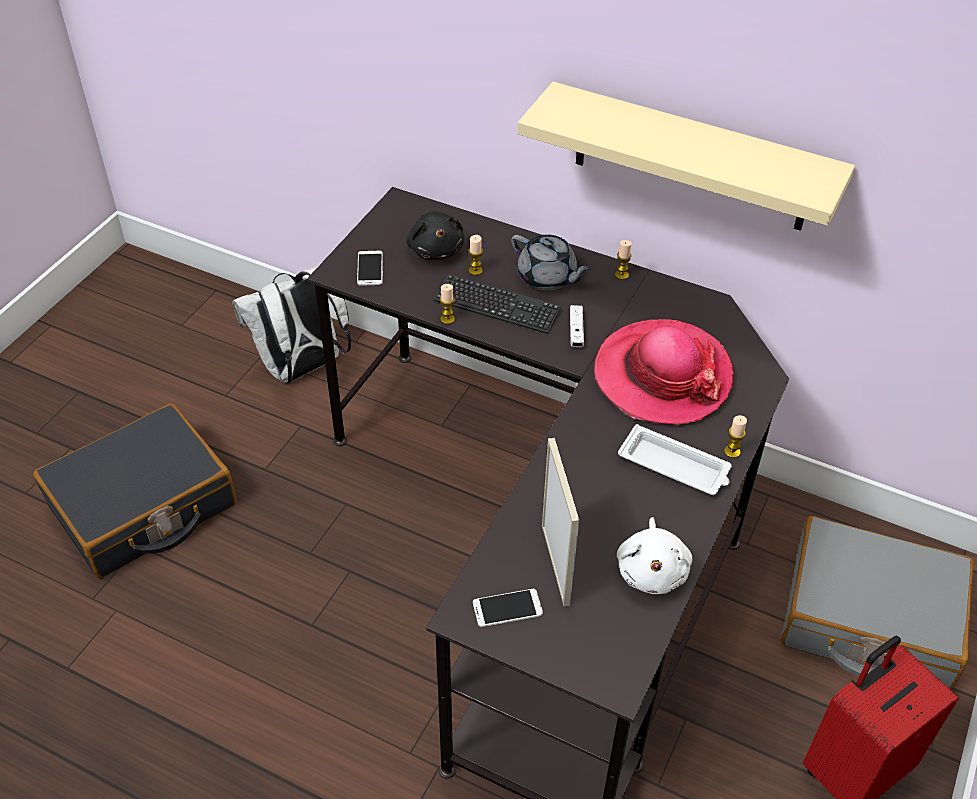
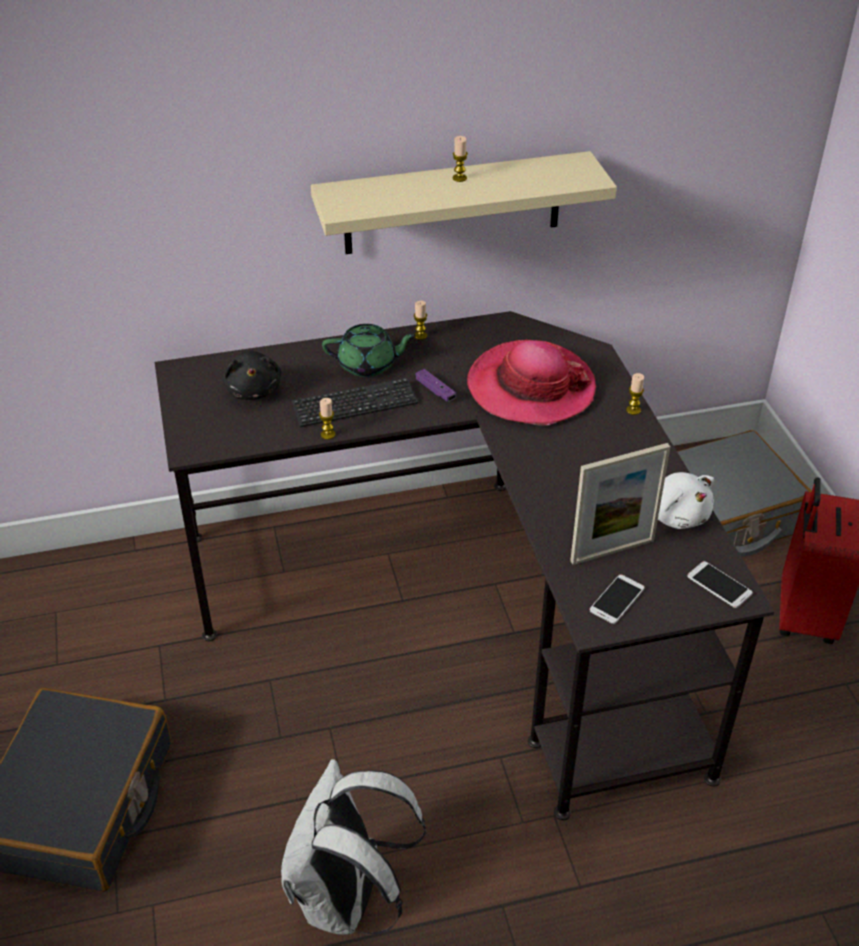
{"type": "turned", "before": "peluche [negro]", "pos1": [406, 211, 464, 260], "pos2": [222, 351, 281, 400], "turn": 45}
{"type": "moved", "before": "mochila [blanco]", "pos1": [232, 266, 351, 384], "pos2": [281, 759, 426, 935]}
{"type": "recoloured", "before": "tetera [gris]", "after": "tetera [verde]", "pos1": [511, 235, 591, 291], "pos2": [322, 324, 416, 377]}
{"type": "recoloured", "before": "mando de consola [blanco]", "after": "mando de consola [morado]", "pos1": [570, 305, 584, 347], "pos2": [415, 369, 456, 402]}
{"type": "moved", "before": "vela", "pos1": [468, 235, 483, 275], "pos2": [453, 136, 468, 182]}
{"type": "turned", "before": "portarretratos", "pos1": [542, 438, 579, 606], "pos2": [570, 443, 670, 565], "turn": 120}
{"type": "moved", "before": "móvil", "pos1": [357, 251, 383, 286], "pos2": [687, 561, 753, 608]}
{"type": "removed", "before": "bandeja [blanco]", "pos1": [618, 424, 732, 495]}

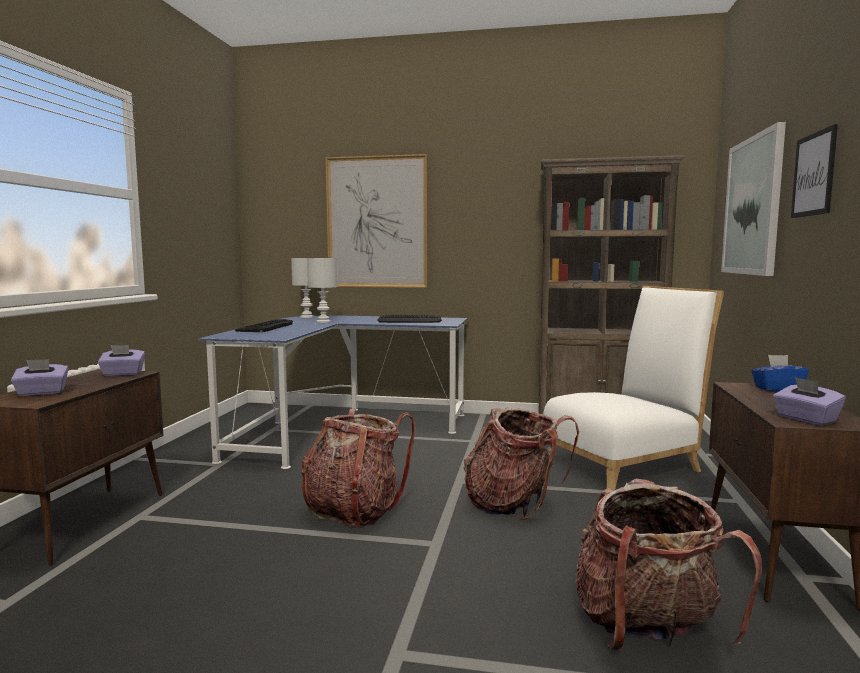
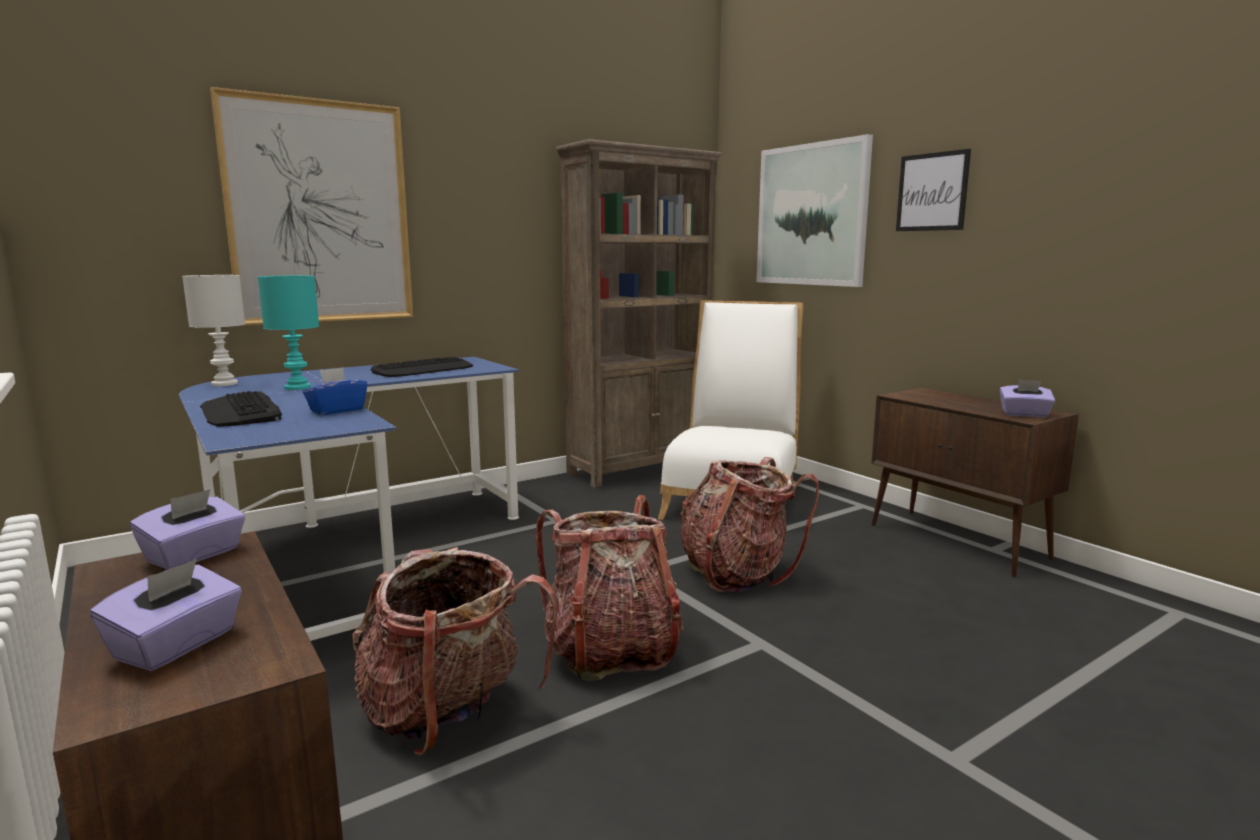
{"type": "recoloured", "before": "lámpara de mesa [blanco]", "after": "lámpara de mesa [turquesa]", "pos1": [307, 258, 337, 323], "pos2": [258, 275, 319, 390]}
{"type": "moved", "before": "caja de pañuelos [azul]", "pos1": [751, 355, 809, 391], "pos2": [303, 367, 368, 415]}
{"type": "moved", "before": "mochila", "pos1": [575, 479, 762, 650], "pos2": [352, 547, 558, 755]}

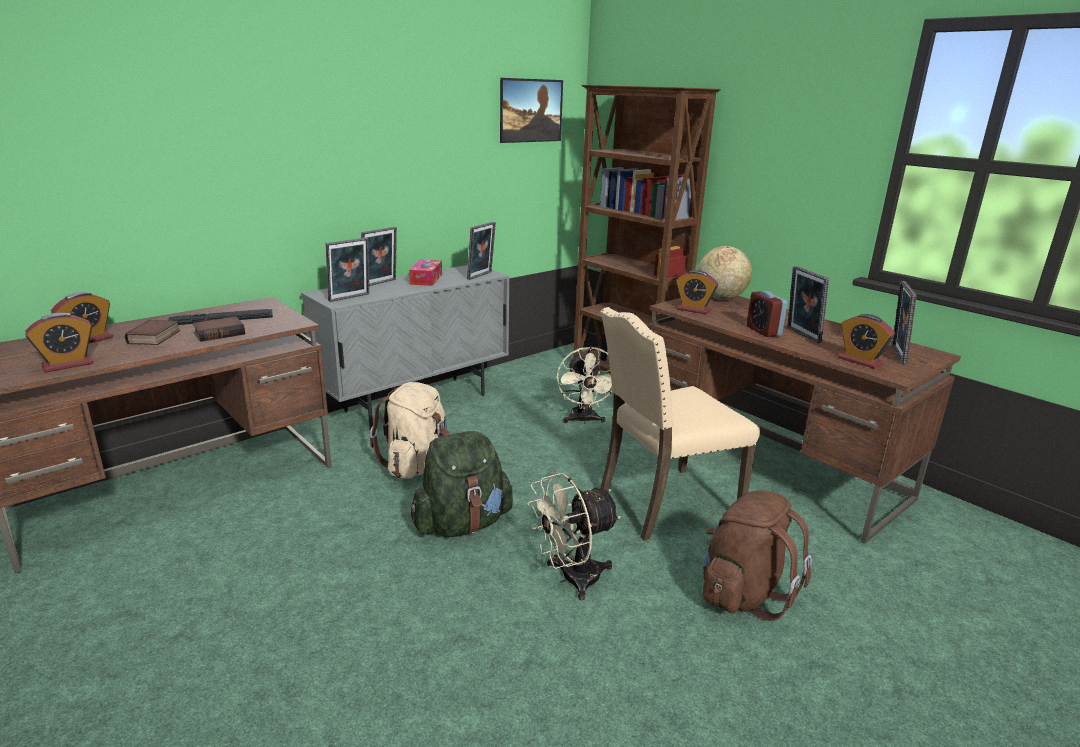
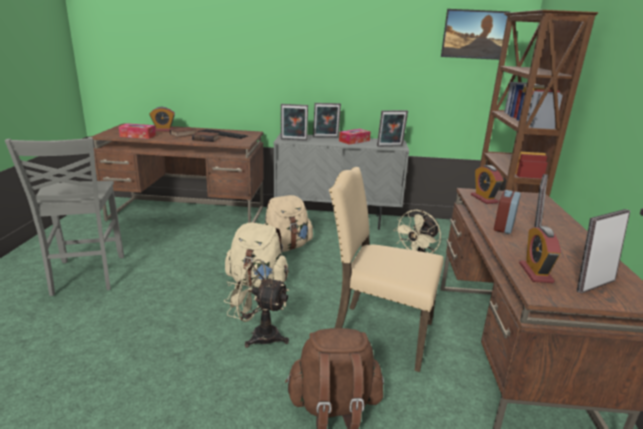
{"type": "added", "after": "silla [gris]", "pos2": [5, 137, 124, 296]}
{"type": "replaced", "before": "despertador", "after": "caja de pañuelos", "pos1": [25, 313, 94, 372], "pos2": [119, 123, 156, 139]}
{"type": "recoloured", "before": "mochila [verde]", "after": "mochila [beis]", "pos1": [411, 431, 513, 537], "pos2": [225, 223, 289, 288]}
{"type": "removed", "before": "globo terráqueo", "pos1": [698, 246, 752, 300]}

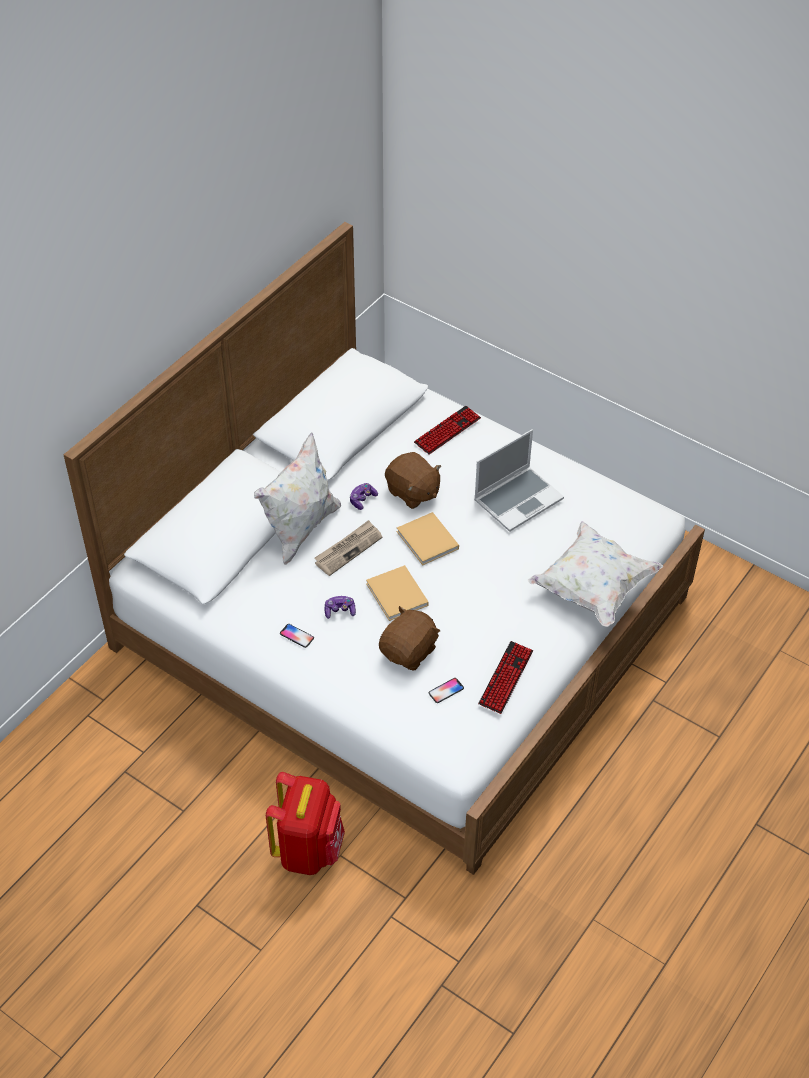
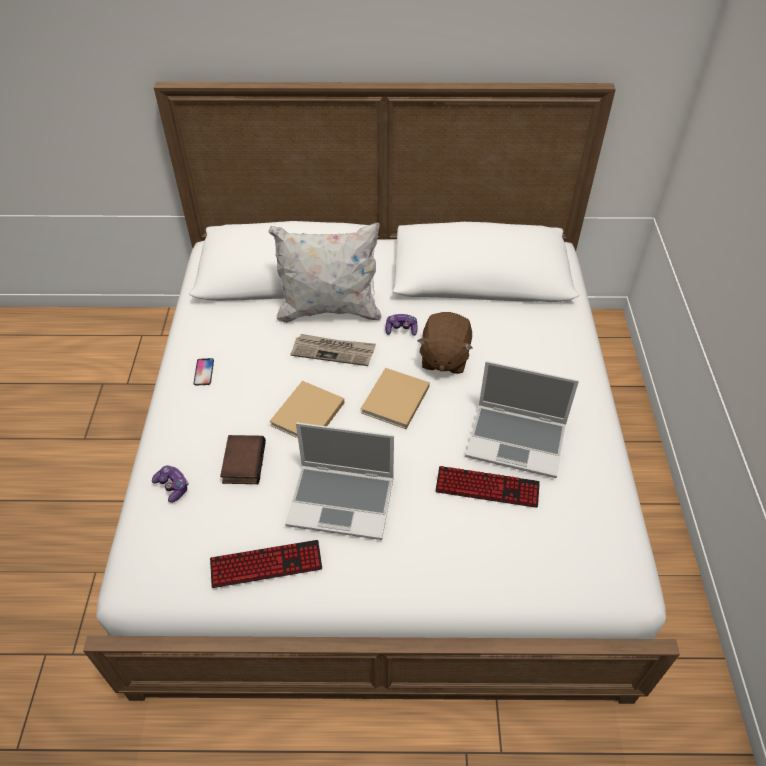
{"type": "moved", "before": "mando de consola", "pos1": [324, 596, 356, 619], "pos2": [152, 465, 189, 503]}
{"type": "replaced", "before": "peluche [marrón]", "after": "libro", "pos1": [379, 606, 440, 671], "pos2": [220, 435, 266, 484]}
{"type": "added", "after": "portátil", "pos2": [285, 422, 394, 540]}
{"type": "moved", "before": "teclado", "pos1": [414, 406, 481, 455], "pos2": [435, 466, 540, 508]}
{"type": "removed", "before": "mochila [rojo]", "pos1": [266, 772, 345, 875]}
{"type": "removed", "before": "móvil", "pos1": [429, 678, 464, 703]}
{"type": "removed", "before": "cojín [blanco]", "pos1": [528, 521, 663, 627]}

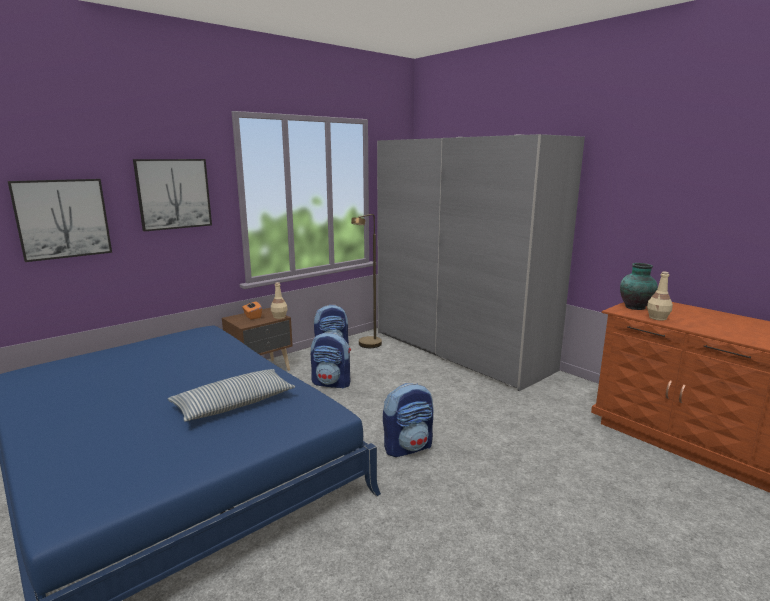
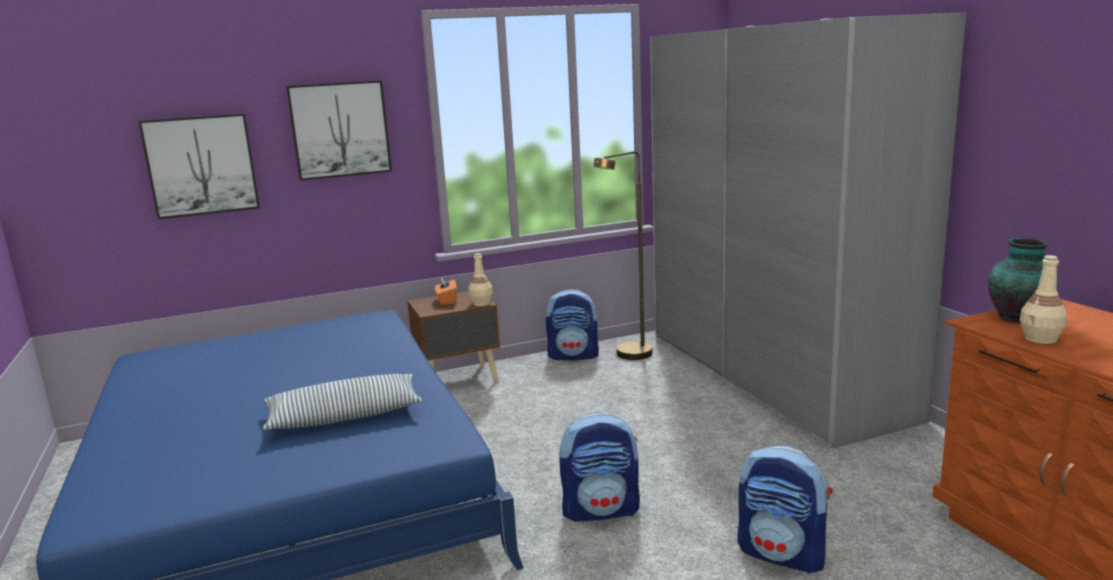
{"type": "moved", "before": "mochila", "pos1": [311, 332, 351, 388], "pos2": [738, 446, 832, 574]}

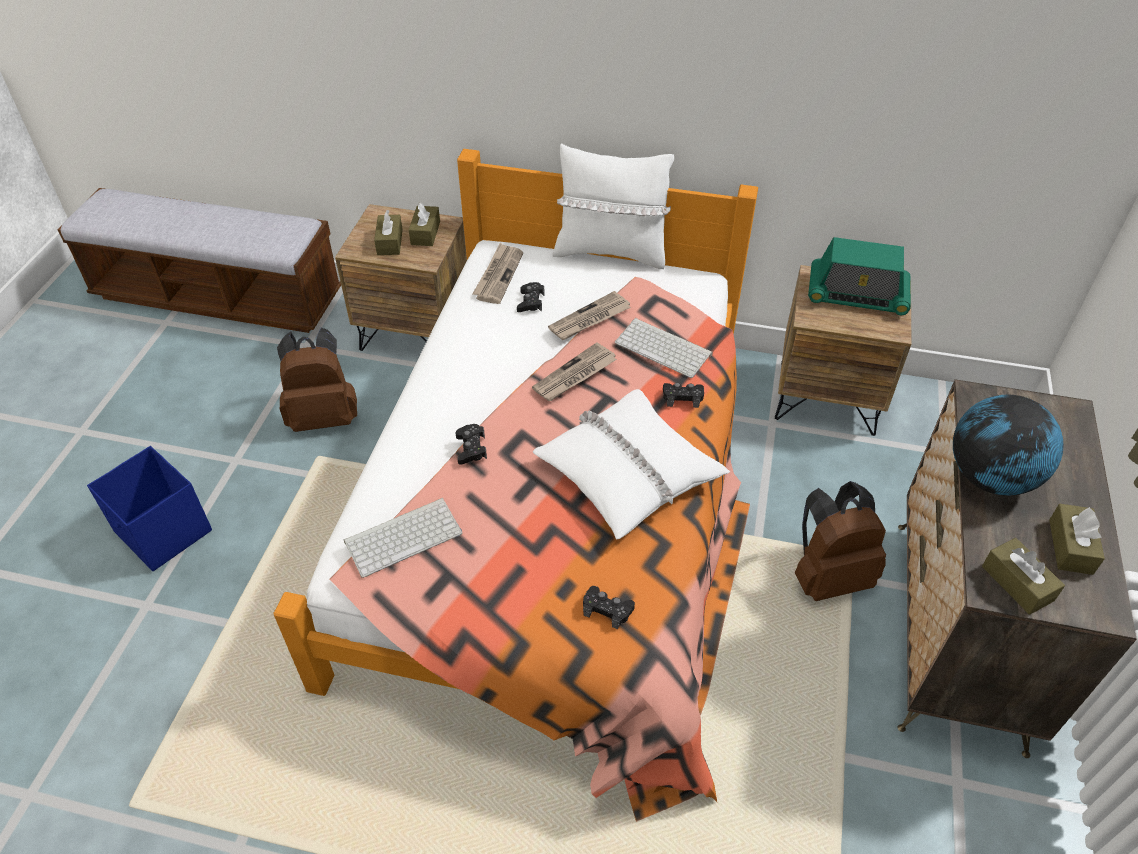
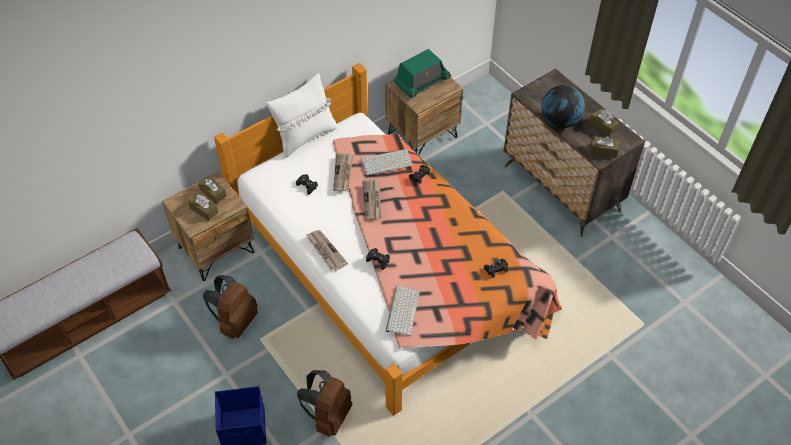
{"type": "moved", "before": "mochila [marrón]", "pos1": [795, 481, 886, 601], "pos2": [297, 370, 352, 437]}
{"type": "moved", "before": "periódico", "pos1": [472, 243, 523, 304], "pos2": [306, 230, 348, 271]}
{"type": "removed", "before": "cojín [blanco]", "pos1": [533, 389, 730, 539]}

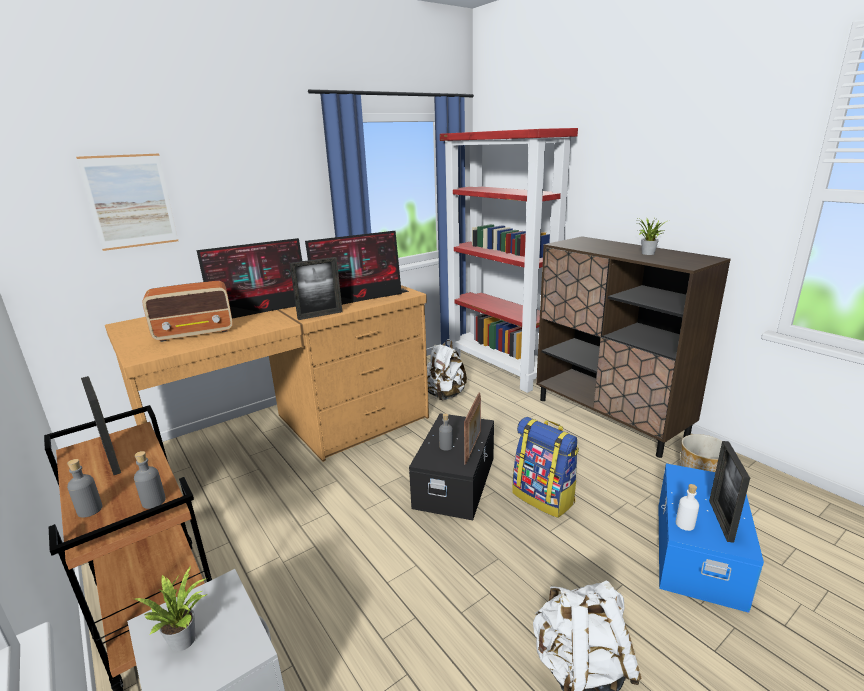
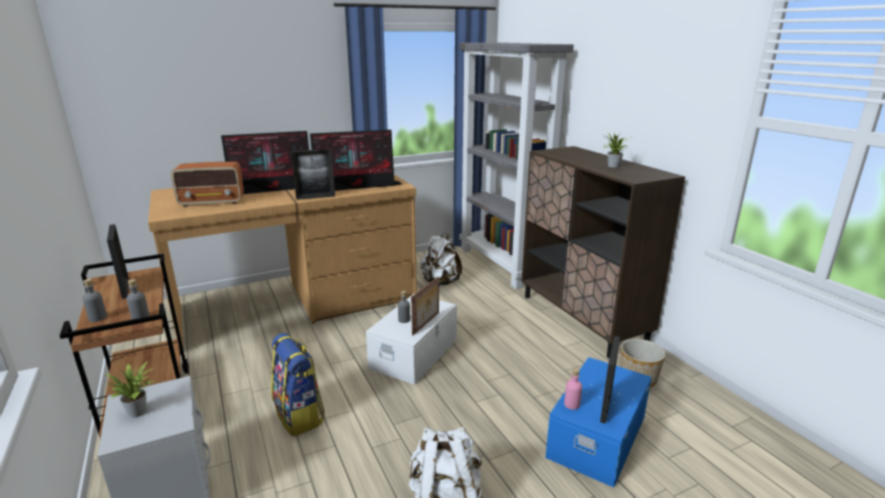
{"type": "moved", "before": "mochila", "pos1": [512, 417, 579, 518], "pos2": [271, 333, 325, 436]}
{"type": "recoloured", "before": "caja de almacenaje [negro]", "after": "caja de almacenaje [blanco]", "pos1": [409, 413, 494, 520], "pos2": [366, 294, 457, 385]}
{"type": "recoloured", "before": "estantería [rojo]", "after": "estantería [gris]", "pos1": [440, 128, 578, 393], "pos2": [459, 43, 574, 289]}
{"type": "recoloured", "before": "botella [blanco]", "after": "botella [rosa]", "pos1": [676, 484, 699, 531], "pos2": [564, 368, 582, 410]}
{"type": "removed", "before": "cuadro", "pos1": [76, 154, 178, 251]}

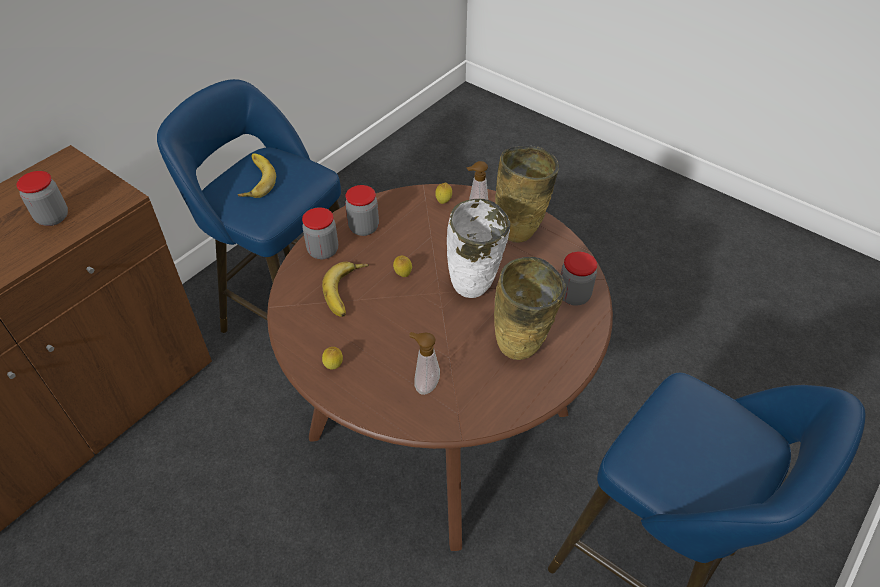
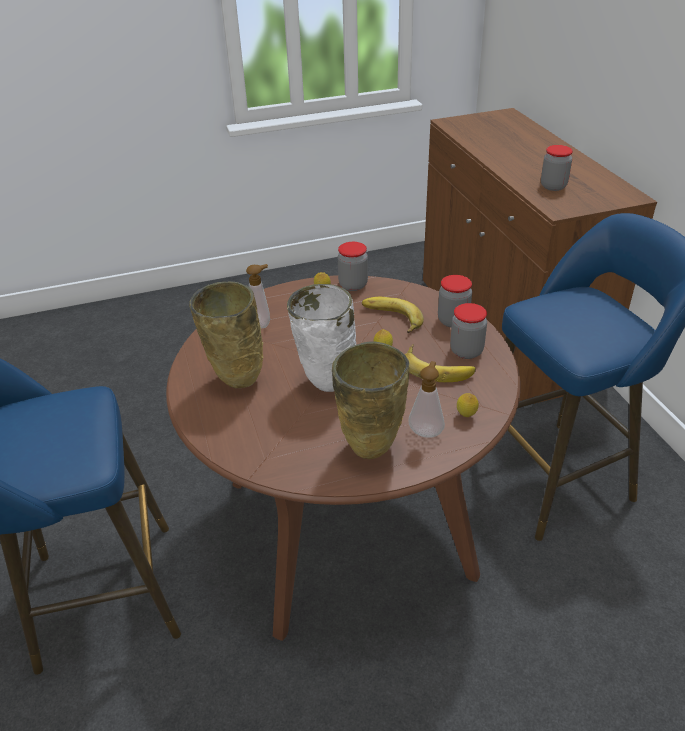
{"type": "moved", "before": "tarro", "pos1": [561, 251, 597, 306], "pos2": [338, 242, 368, 291]}
{"type": "moved", "before": "plátano", "pos1": [237, 153, 276, 198], "pos2": [405, 344, 476, 382]}

